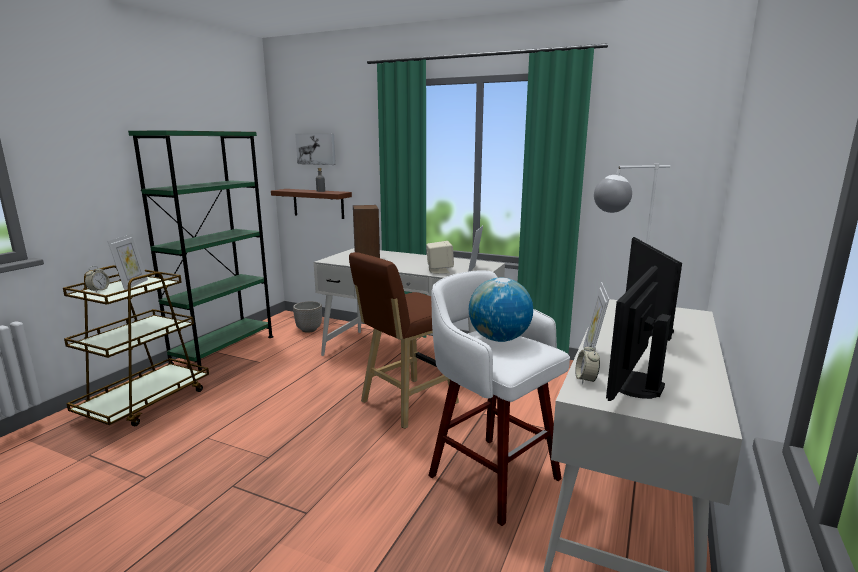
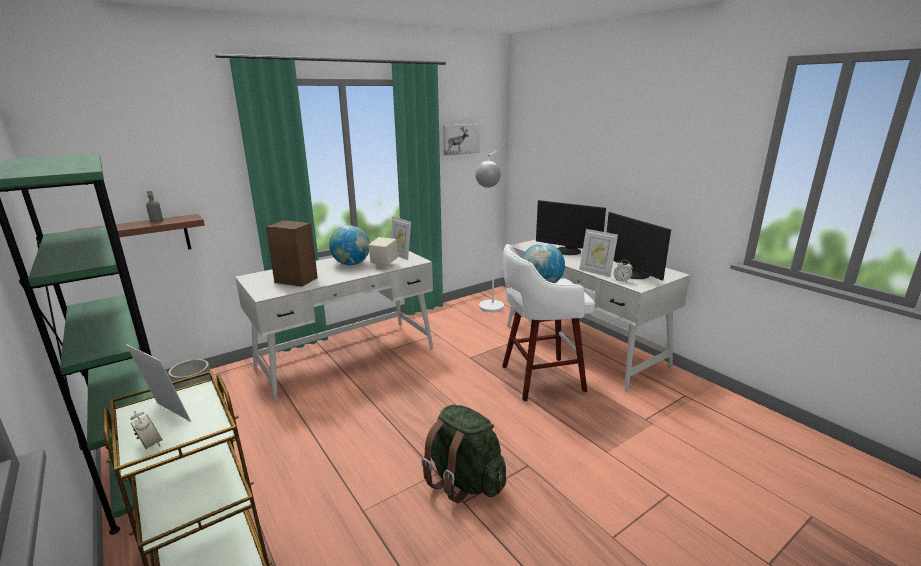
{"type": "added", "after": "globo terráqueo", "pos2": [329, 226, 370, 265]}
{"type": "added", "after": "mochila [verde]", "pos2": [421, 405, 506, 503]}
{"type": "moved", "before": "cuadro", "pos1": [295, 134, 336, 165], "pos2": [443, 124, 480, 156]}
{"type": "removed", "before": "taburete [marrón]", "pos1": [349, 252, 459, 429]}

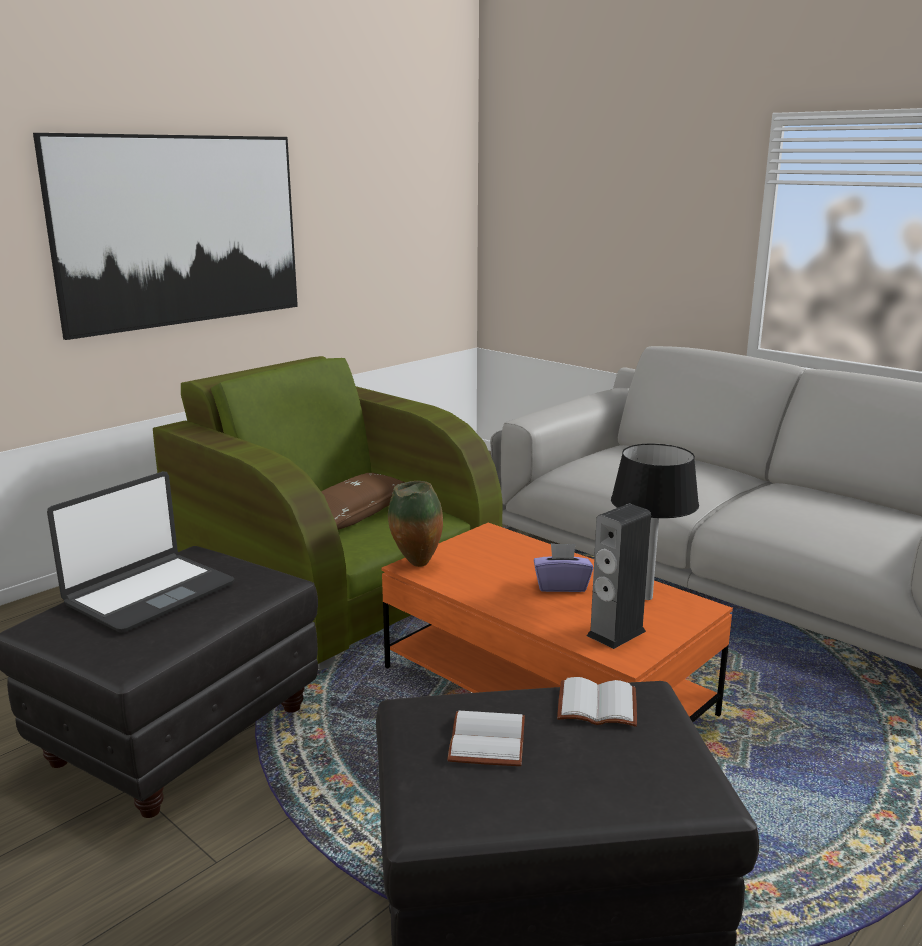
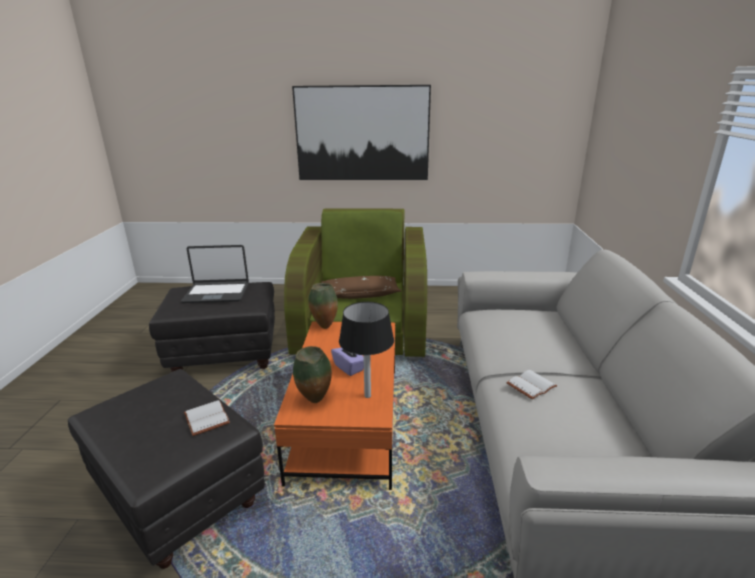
{"type": "replaced", "before": "altavoz", "after": "florero", "pos1": [586, 504, 651, 649], "pos2": [293, 346, 332, 403]}
{"type": "moved", "before": "libro [blanco]", "pos1": [447, 711, 525, 766], "pos2": [506, 370, 557, 400]}

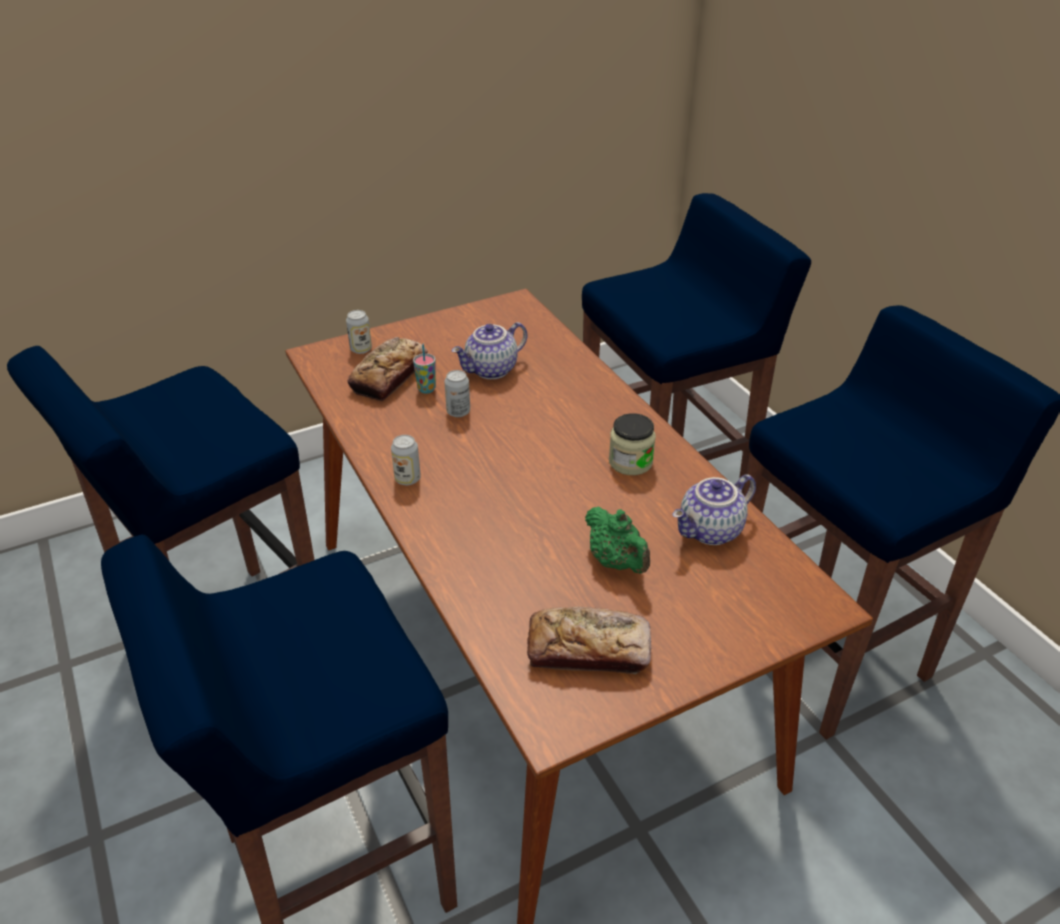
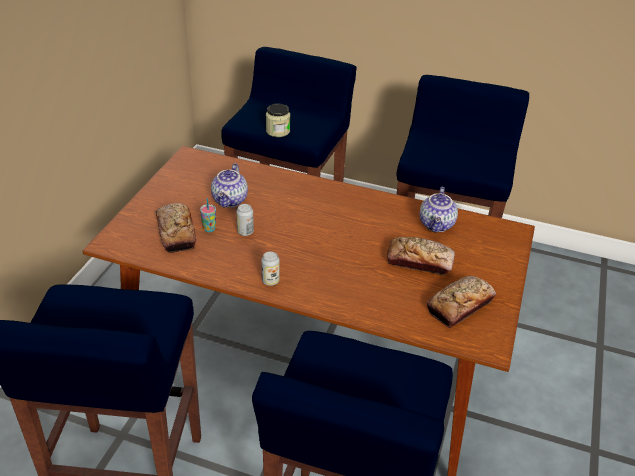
{"type": "moved", "before": "tarro", "pos1": [609, 413, 656, 475], "pos2": [266, 103, 290, 137]}
{"type": "replaced", "before": "tetera [verde]", "after": "pan", "pos1": [585, 506, 650, 573], "pos2": [387, 237, 455, 276]}
{"type": "removed", "before": "lata", "pos1": [346, 310, 372, 354]}

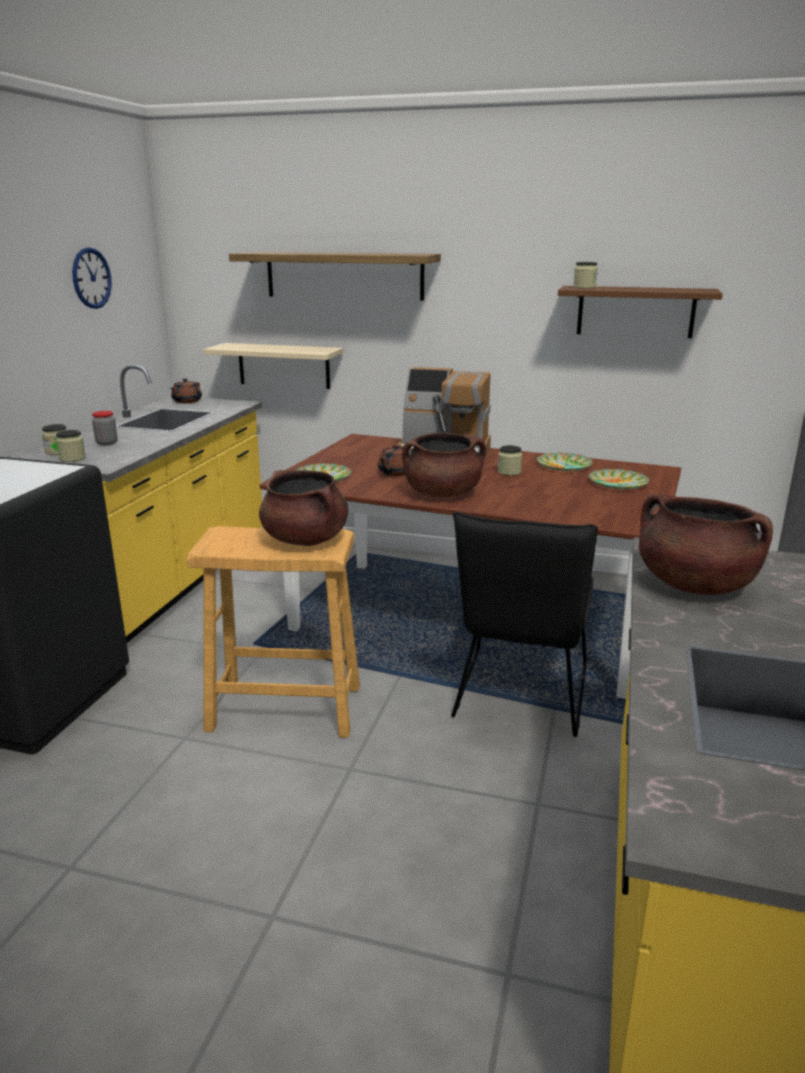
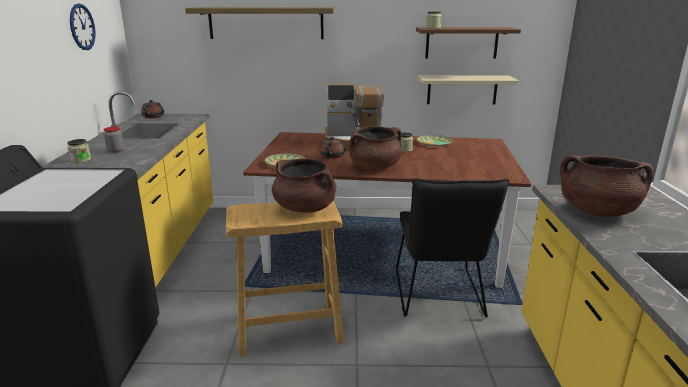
{"type": "moved", "before": "estante [beis]", "pos1": [203, 343, 344, 389], "pos2": [418, 75, 519, 105]}
{"type": "removed", "before": "tarro", "pos1": [56, 430, 86, 462]}
{"type": "removed", "before": "plato", "pos1": [589, 469, 650, 490]}

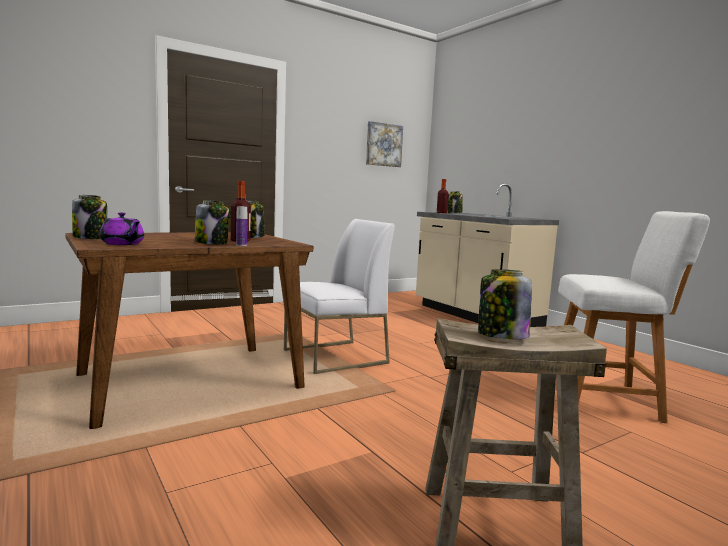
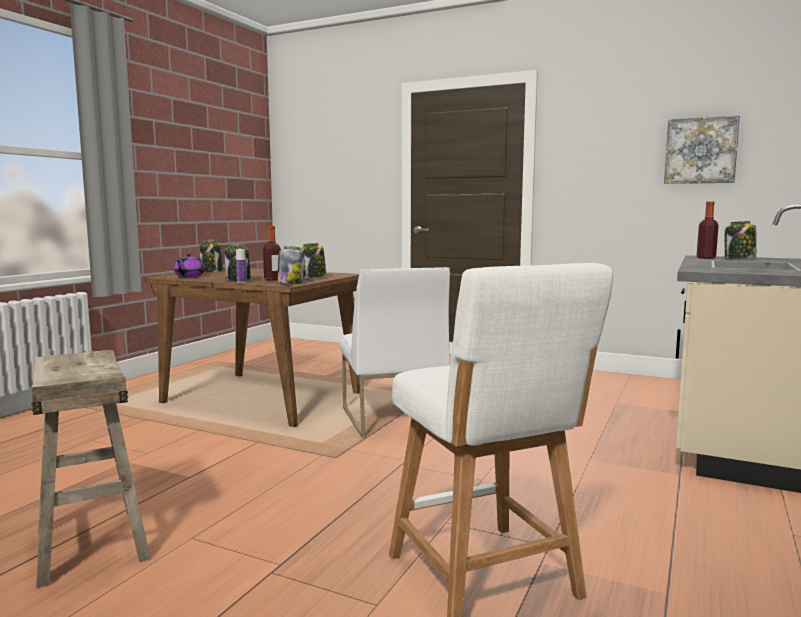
{"type": "moved", "before": "tarro", "pos1": [478, 269, 532, 339], "pos2": [277, 246, 304, 284]}
{"type": "turned", "before": "silla [blanco]", "pos1": [284, 219, 395, 374], "pos2": [340, 267, 450, 438], "turn": 45}

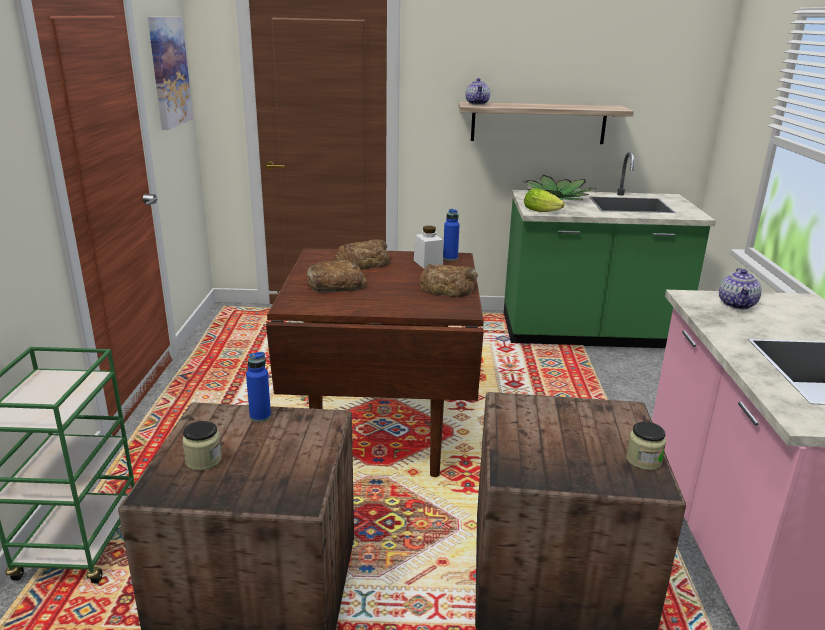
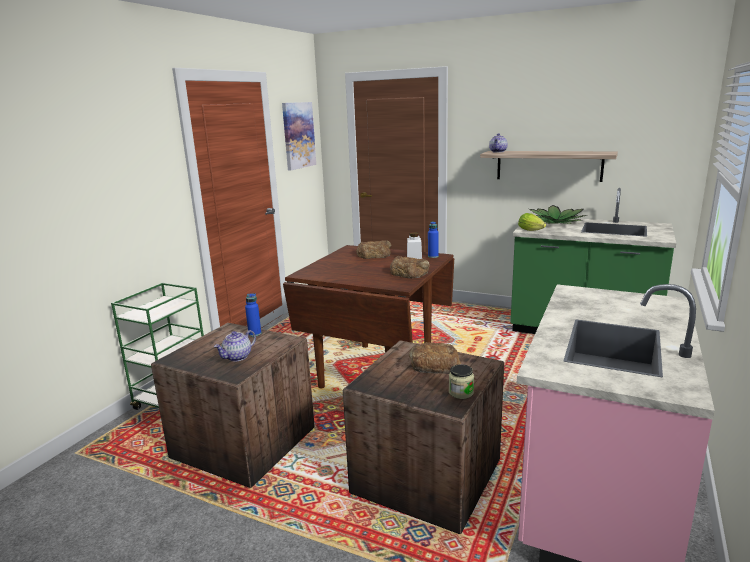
{"type": "moved", "before": "tetera", "pos1": [719, 268, 762, 309], "pos2": [214, 330, 256, 361]}
{"type": "moved", "before": "pan", "pos1": [306, 260, 366, 293], "pos2": [409, 342, 461, 374]}
{"type": "removed", "before": "tarro", "pos1": [182, 421, 222, 471]}

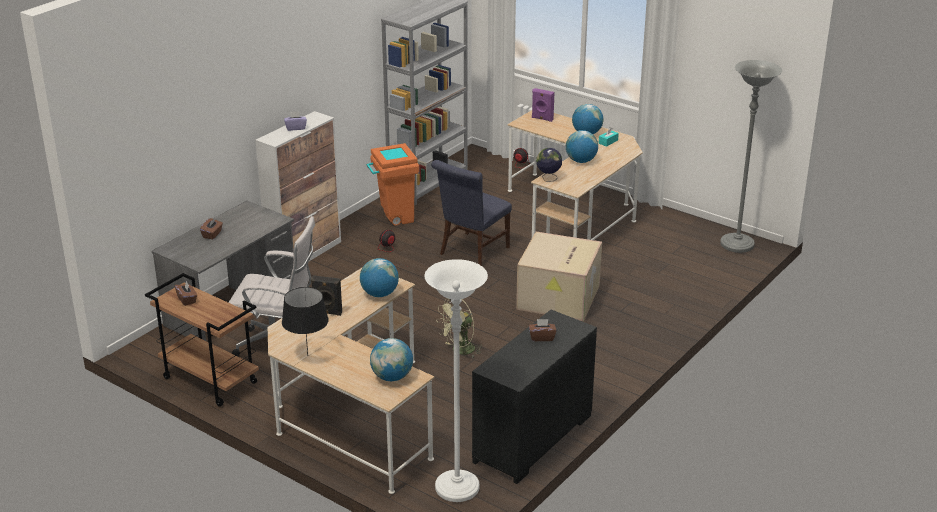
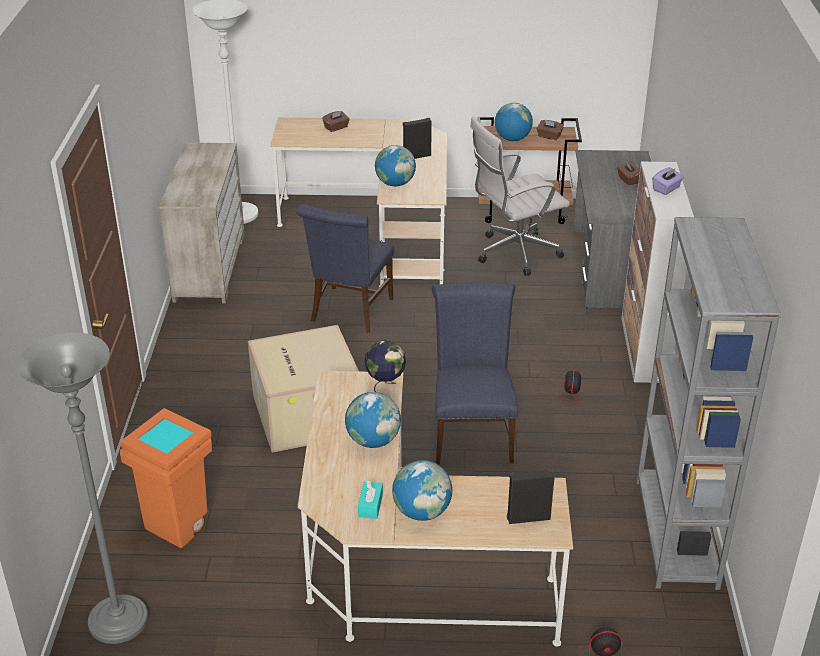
{"type": "moved", "before": "papelera [naranja]", "pos1": [366, 143, 419, 225], "pos2": [120, 408, 212, 548]}
{"type": "recoloured", "before": "cómoda [negro]", "after": "cómoda [beis]", "pos1": [472, 310, 597, 484], "pos2": [159, 142, 244, 303]}
{"type": "replaced", "before": "ventilador [verde]", "after": "silla [azul]", "pos1": [436, 298, 481, 359], "pos2": [296, 204, 394, 333]}
{"type": "moved", "before": "caja de pañuelos [marrón]", "pos1": [529, 319, 557, 341], "pos2": [322, 111, 350, 132]}
{"type": "moved", "before": "globo terráqueo", "pos1": [370, 338, 413, 381], "pos2": [495, 103, 533, 141]}
{"type": "recoloured", "before": "altavoz [morado]", "after": "altavoz [negro]", "pos1": [532, 88, 554, 122], "pos2": [507, 469, 555, 524]}
{"type": "removed", "before": "lámpara de mesa [negro]", "pos1": [282, 287, 329, 355]}

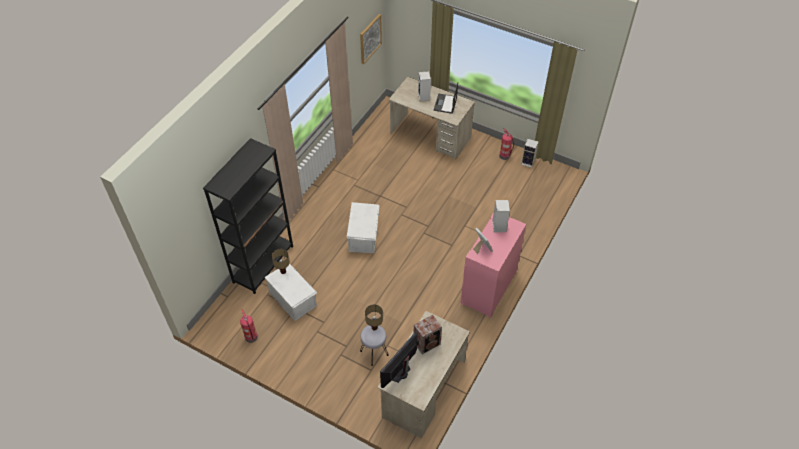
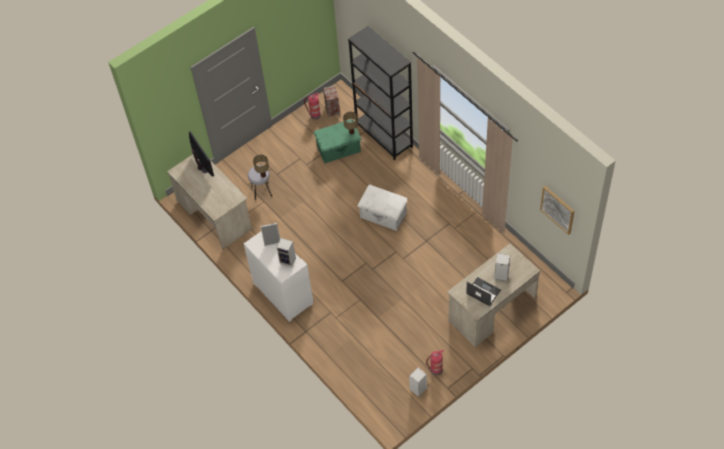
{"type": "recoloured", "before": "armario [rosa]", "after": "armario [blanco]", "pos1": [460, 212, 526, 318], "pos2": [244, 232, 314, 322]}
{"type": "recoloured", "before": "caja de almacenaje [blanco]", "after": "caja de almacenaje [verde]", "pos1": [264, 263, 317, 321], "pos2": [314, 119, 362, 164]}
{"type": "moved", "before": "altavoz", "pos1": [414, 315, 442, 354], "pos2": [323, 86, 340, 117]}

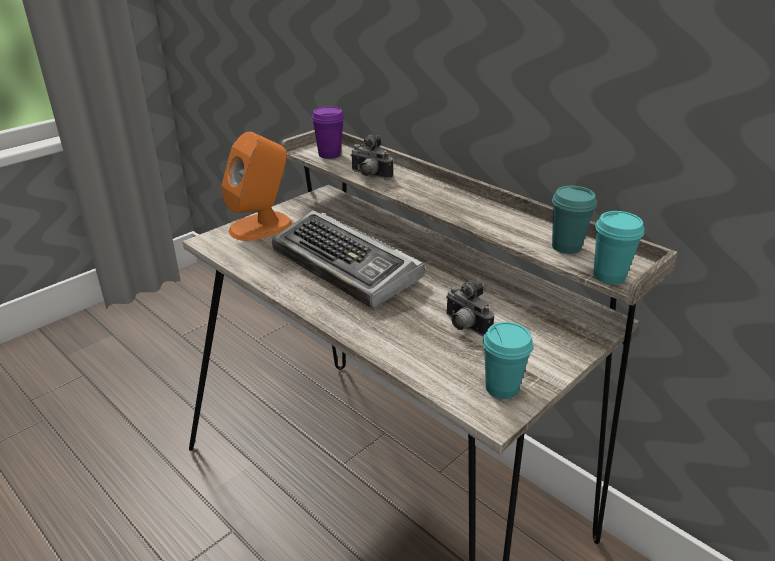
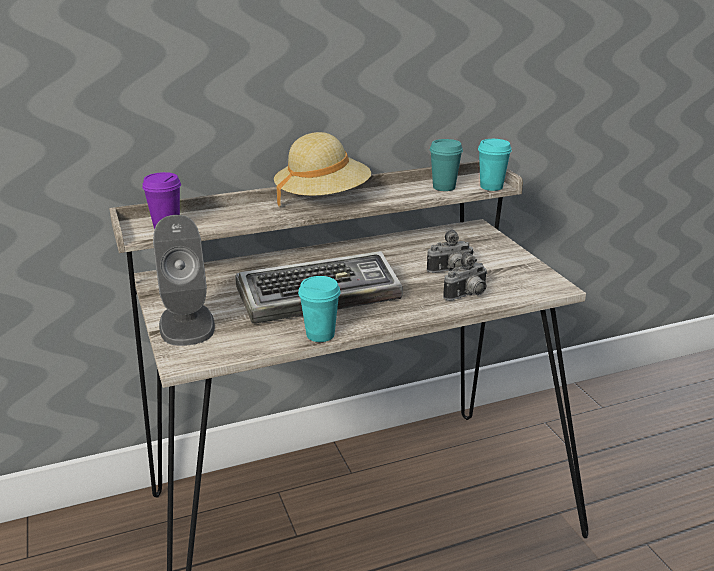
{"type": "recoloured", "before": "altavoz [naranja]", "after": "altavoz [gris]", "pos1": [222, 132, 292, 241], "pos2": [153, 215, 215, 346]}
{"type": "added", "after": "sombrero [beis]", "pos2": [274, 132, 371, 208]}
{"type": "moved", "before": "taza [turquesa]", "pos1": [483, 322, 533, 399], "pos2": [298, 276, 341, 342]}
{"type": "moved", "before": "cámara", "pos1": [350, 135, 393, 179], "pos2": [443, 252, 488, 300]}

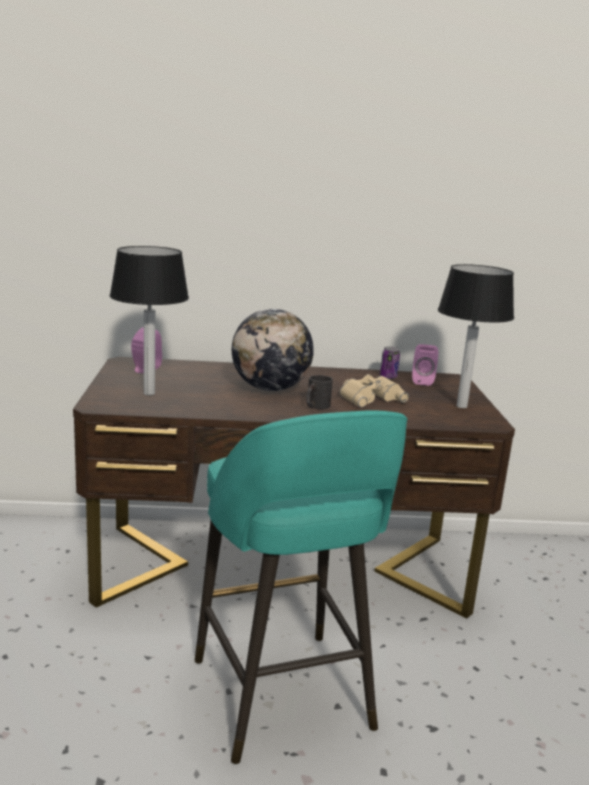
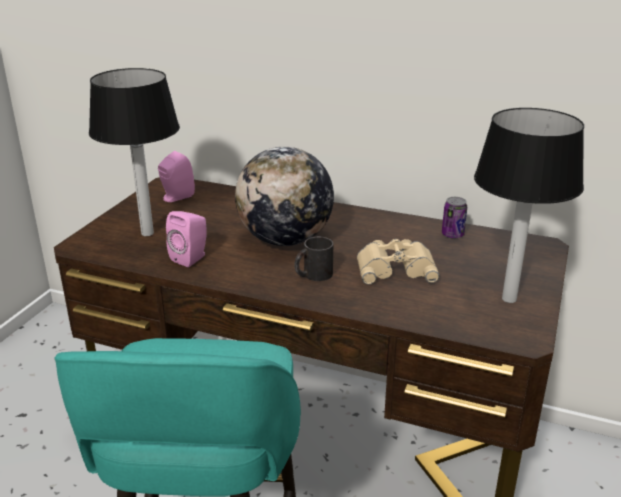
{"type": "moved", "before": "altavoz [rosa]", "pos1": [412, 344, 438, 386], "pos2": [166, 211, 207, 267]}

